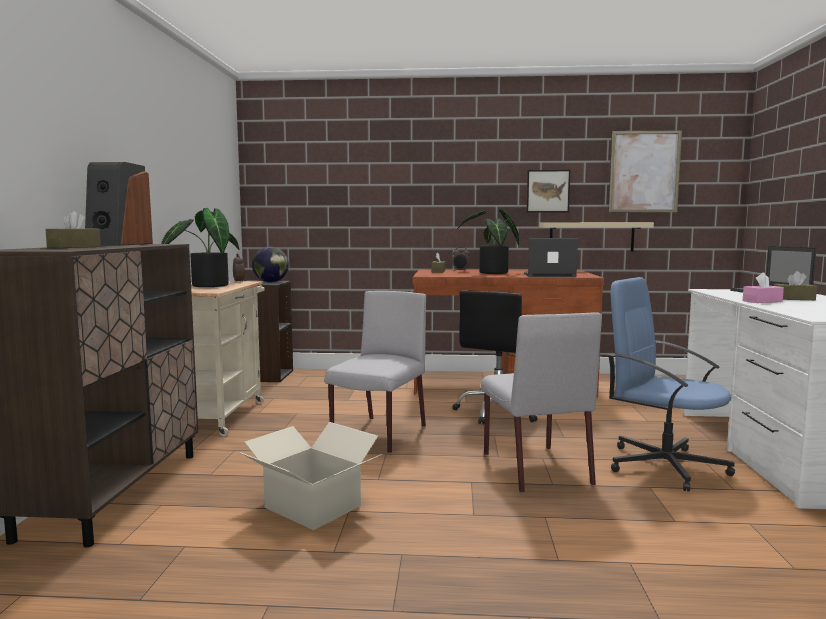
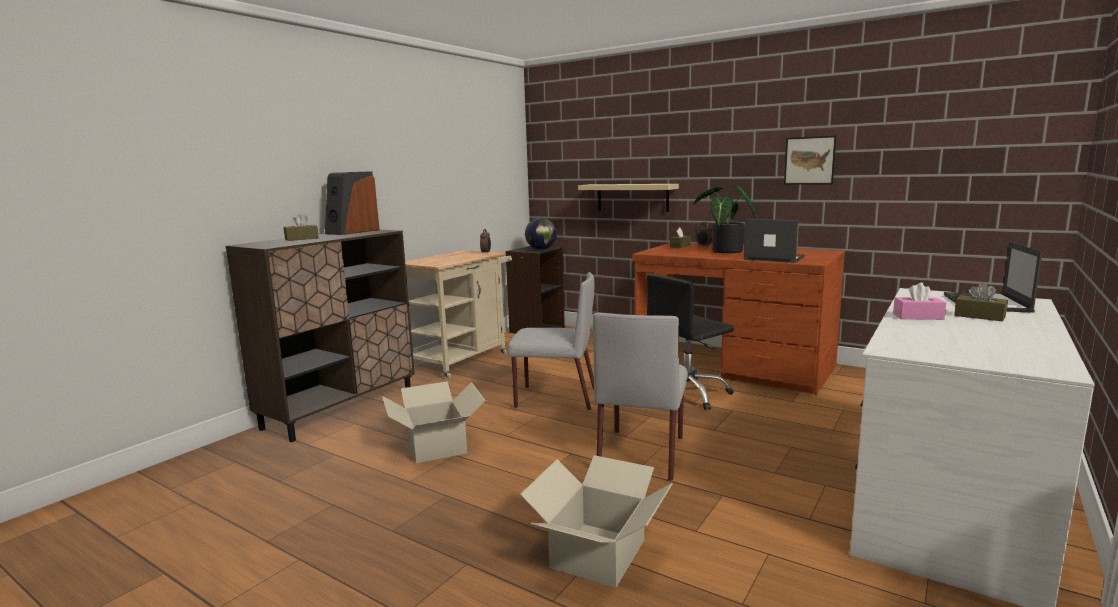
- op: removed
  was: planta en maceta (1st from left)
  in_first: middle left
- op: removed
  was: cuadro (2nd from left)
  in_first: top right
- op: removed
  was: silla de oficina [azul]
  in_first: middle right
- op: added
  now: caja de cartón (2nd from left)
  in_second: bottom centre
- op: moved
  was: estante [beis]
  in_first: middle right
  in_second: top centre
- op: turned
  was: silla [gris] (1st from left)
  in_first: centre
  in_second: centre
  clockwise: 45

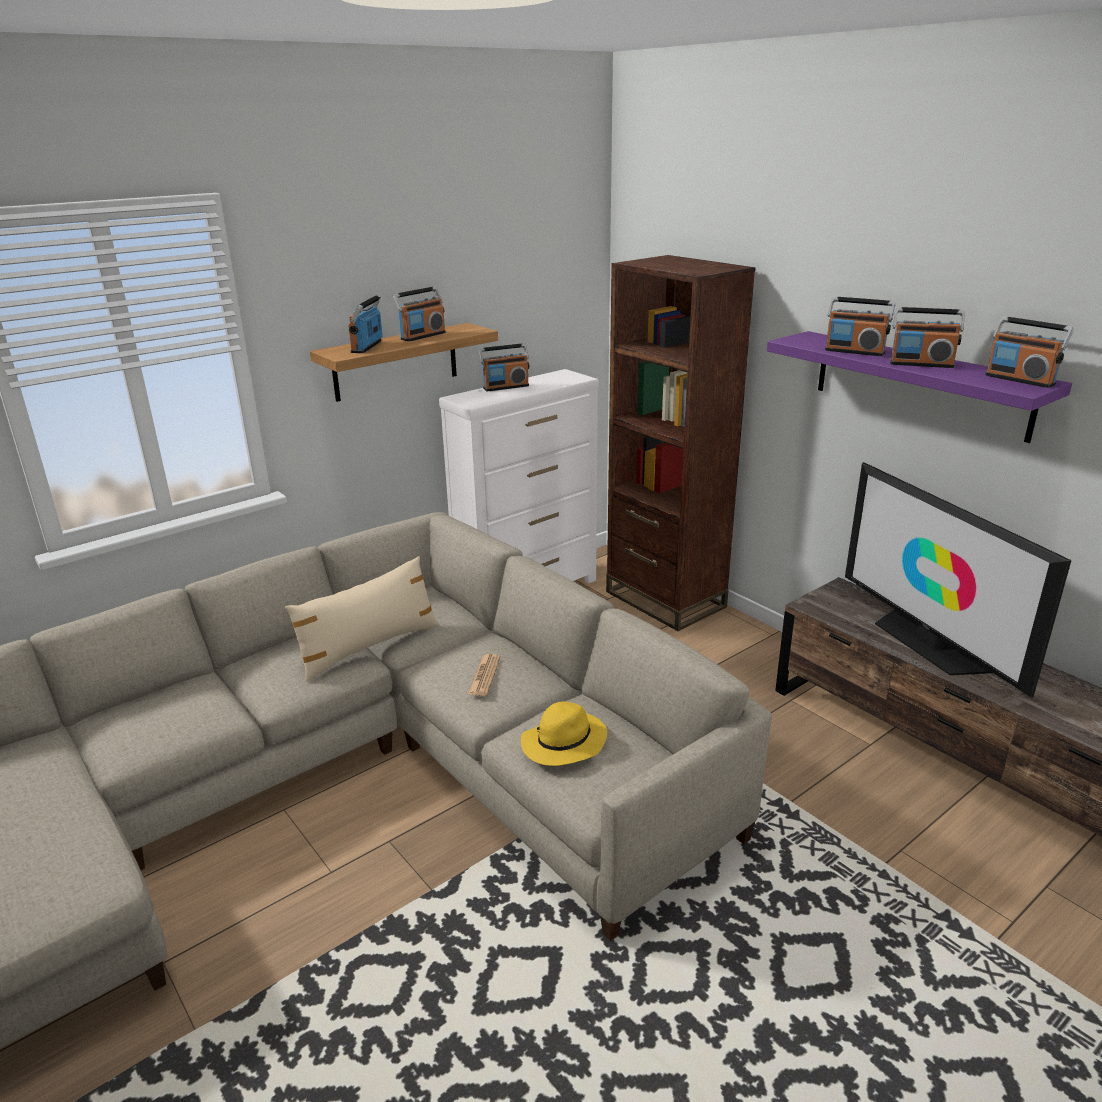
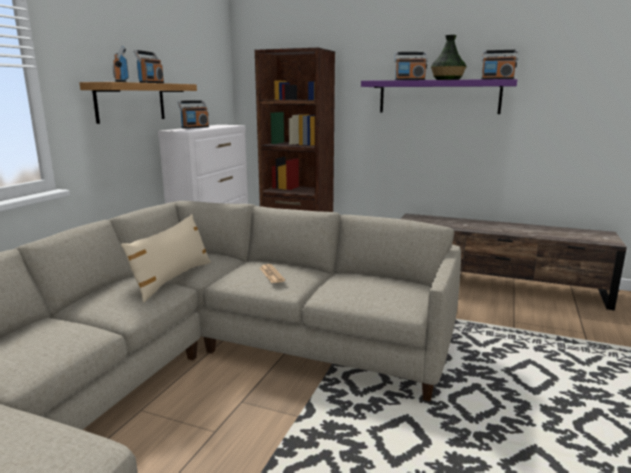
- op: removed
  was: sombrero [amarillo]
  in_first: centre
- op: removed
  was: televisor
  in_first: middle right
- op: replaced
  was: radio (5th from left)
  now: florero
  in_first: top right
  in_second: top right

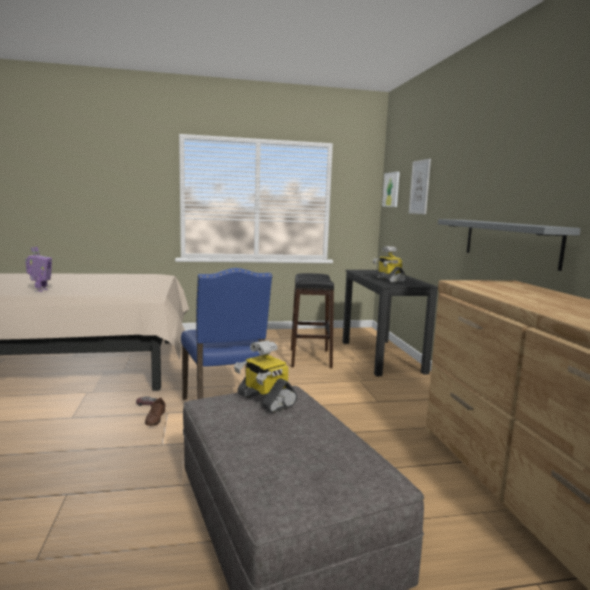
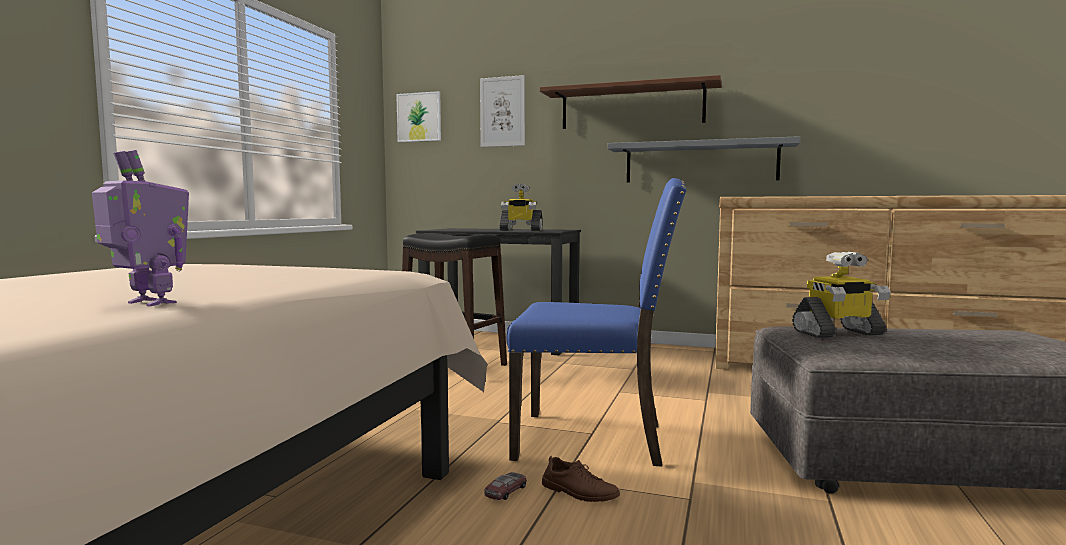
- op: added
  now: estante [marrón]
  in_second: top centre

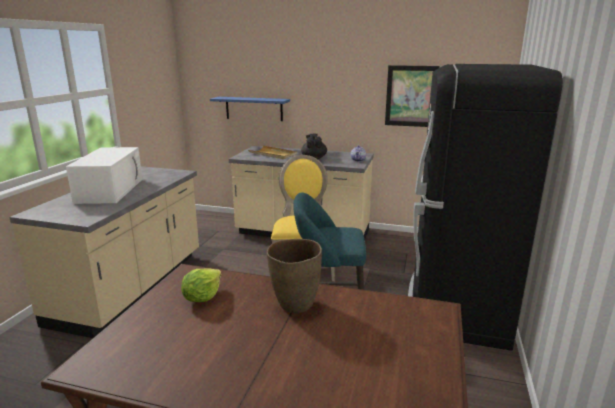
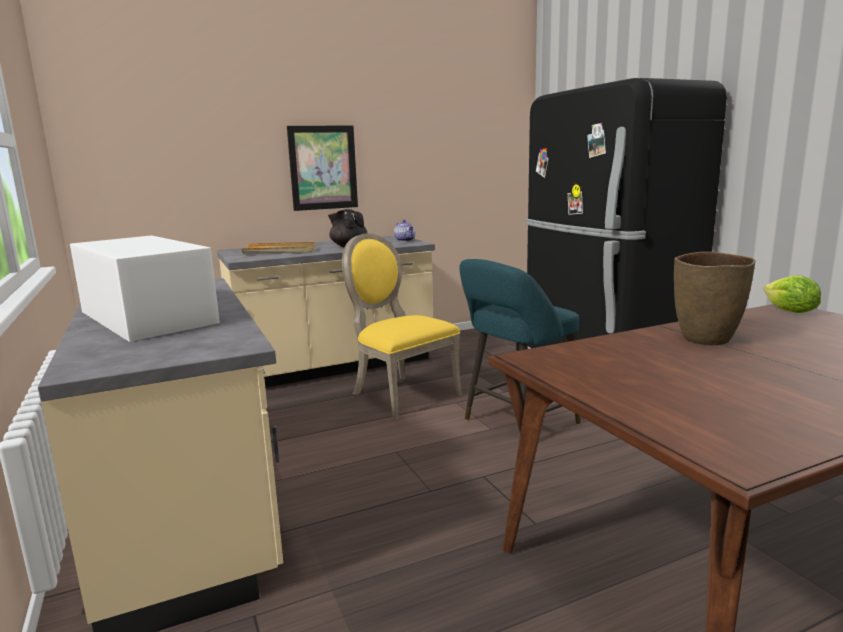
- op: removed
  was: estante [azul]
  in_first: top centre
- op: moved
  was: lechuga
  in_first: bottom left
  in_second: middle right
- op: moved
  was: cuadro
  in_first: top right
  in_second: top centre

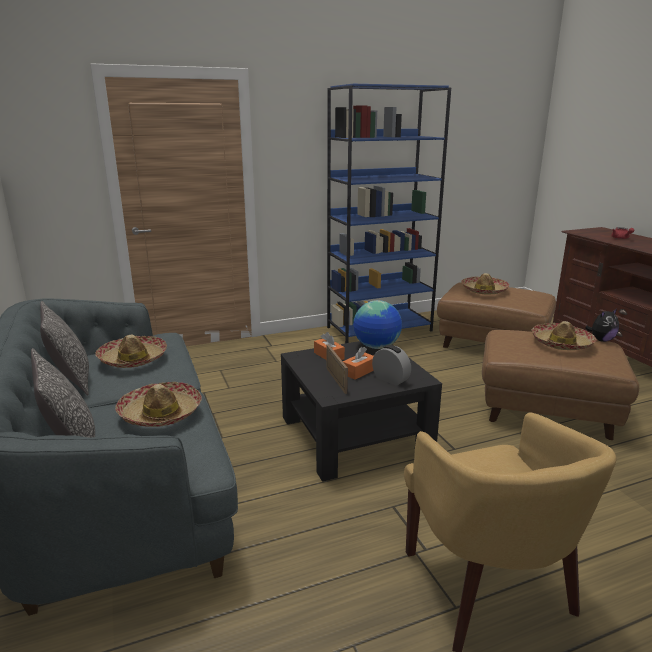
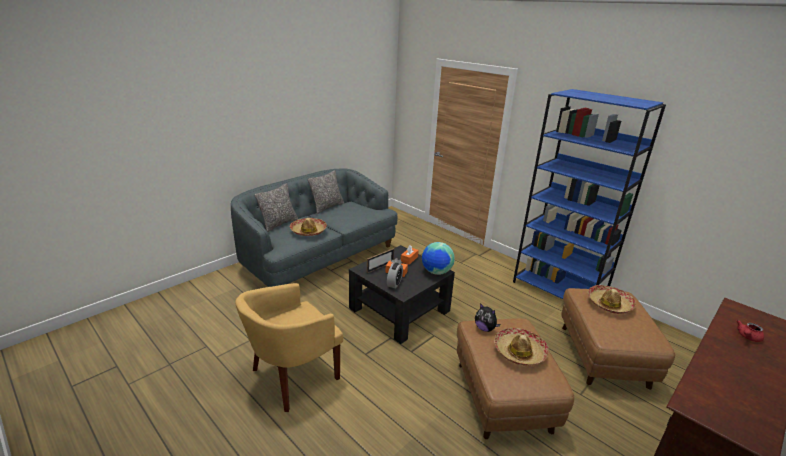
- op: removed
  was: sombrero (1st from left)
  in_first: middle left
- op: moved
  was: peluche
  in_first: middle right
  in_second: bottom centre

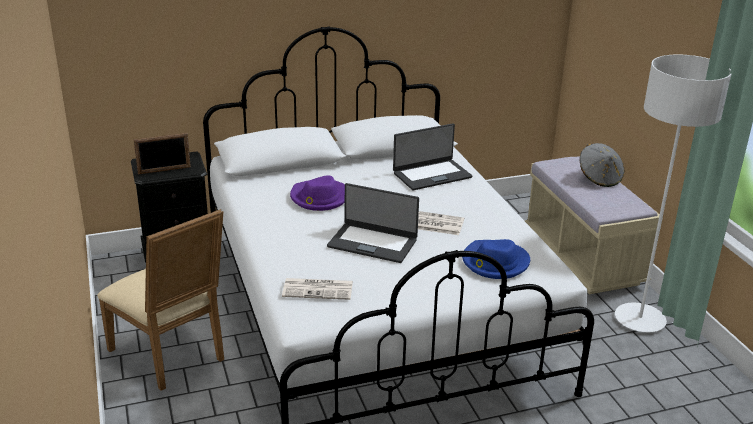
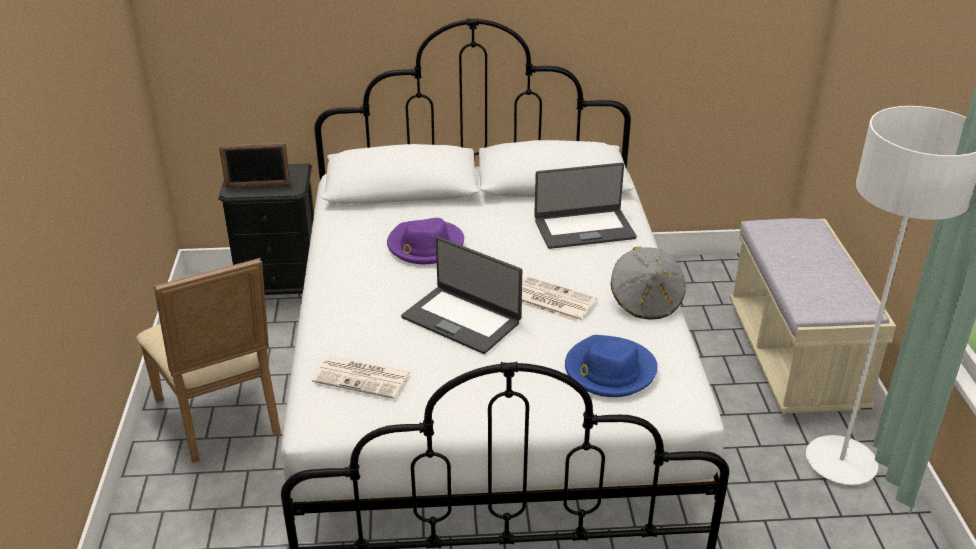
- op: moved
  was: sombrero [gris]
  in_first: middle right
  in_second: centre

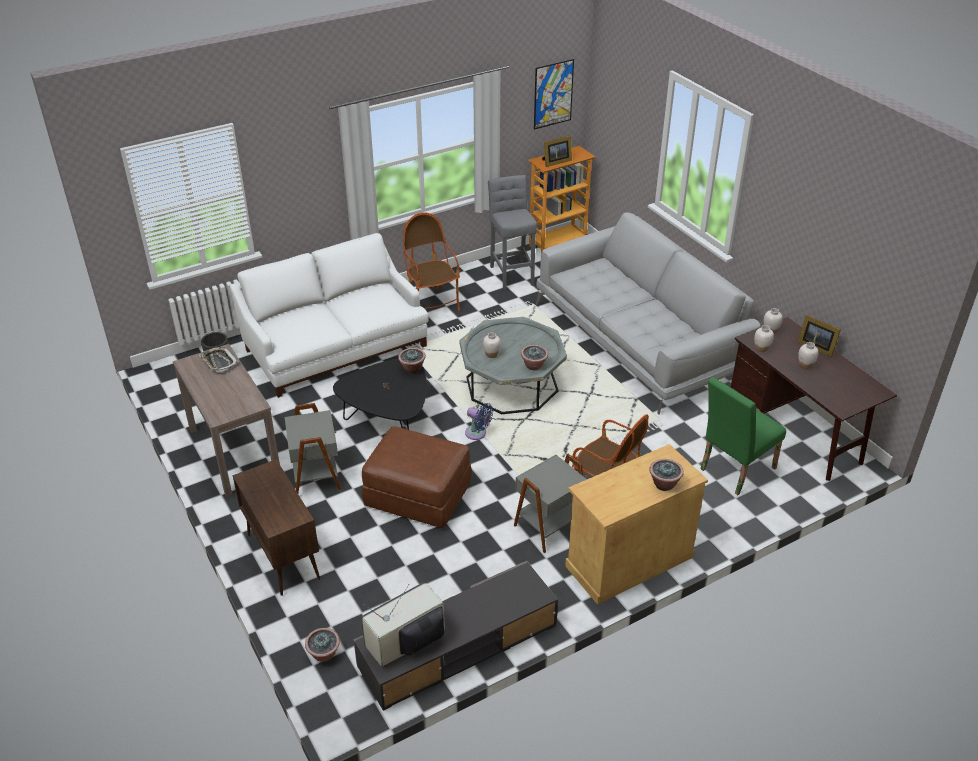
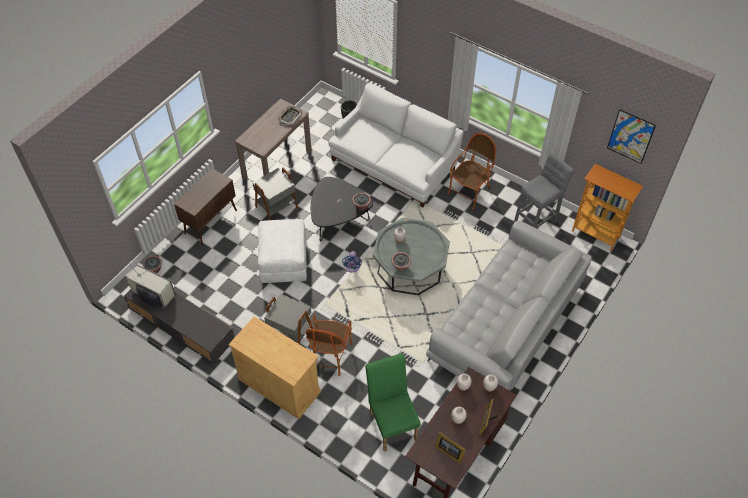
- op: removed
  was: planta en maceta (4th from left)
  in_first: middle right
- op: moved
  was: portarretratos (1st from left)
  in_first: top centre
  in_second: bottom centre
- op: recoloured
  was: puf [marrón]
  now: puf [blanco]
  in_first: centre
  in_second: centre
- op: turned
  was: silla [verde]
  in_first: middle right
  in_second: bottom centre
  clockwise: 45

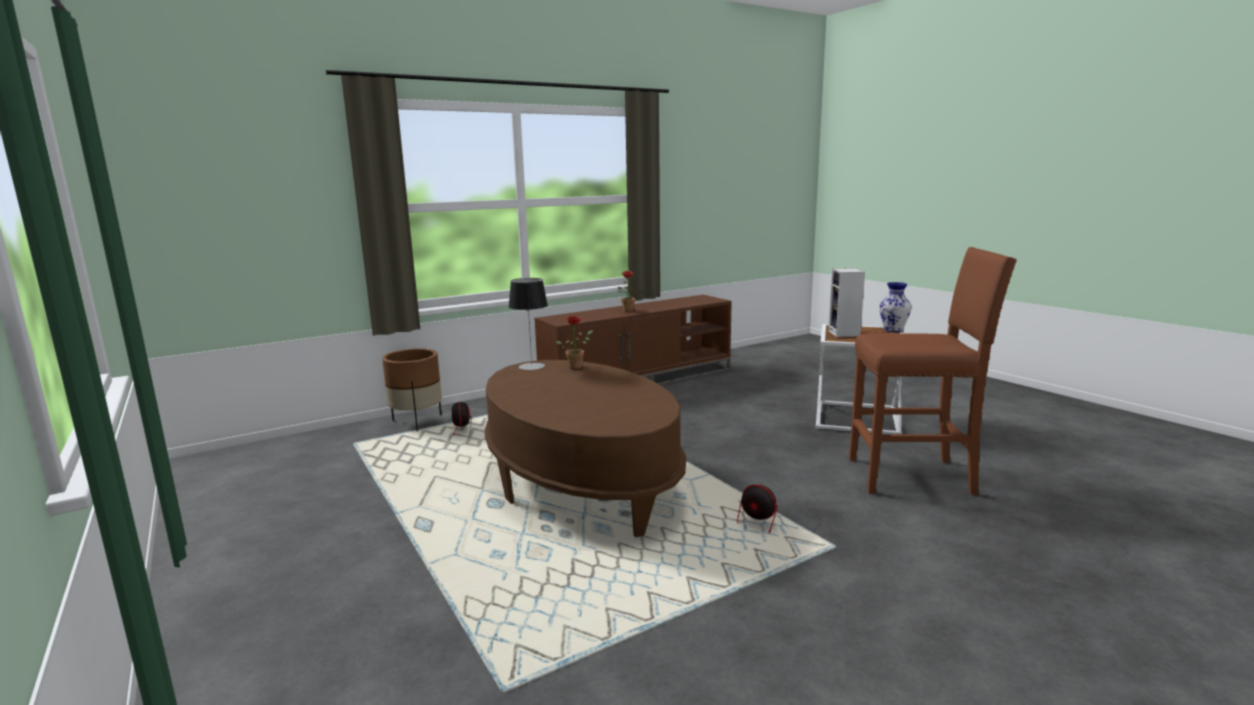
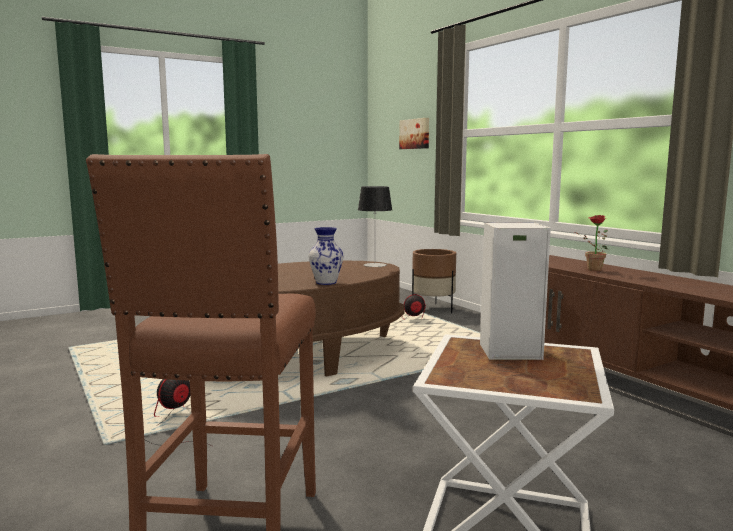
- op: removed
  was: planta en maceta (1st from left)
  in_first: centre
- op: added
  now: cuadro
  in_second: top centre
- op: moved
  was: florero
  in_first: middle right
  in_second: centre

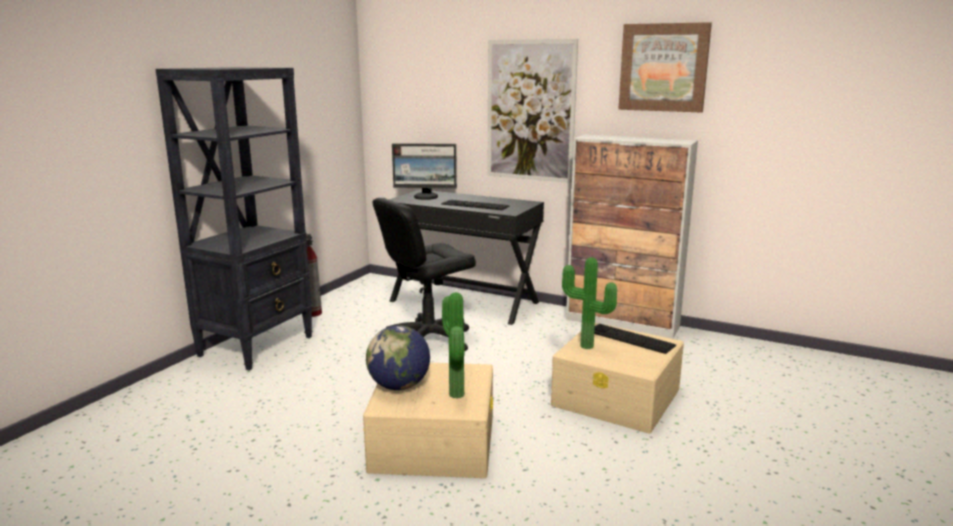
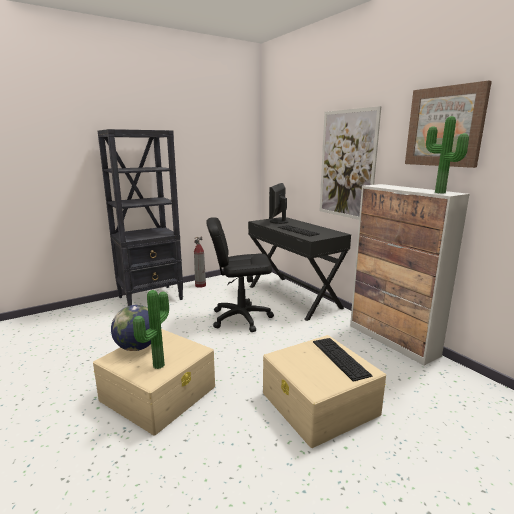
- op: moved
  was: planta en maceta (2nd from left)
  in_first: centre
  in_second: top right
- op: turned
  was: monitor
  in_first: top centre
  in_second: centre
  clockwise: 75

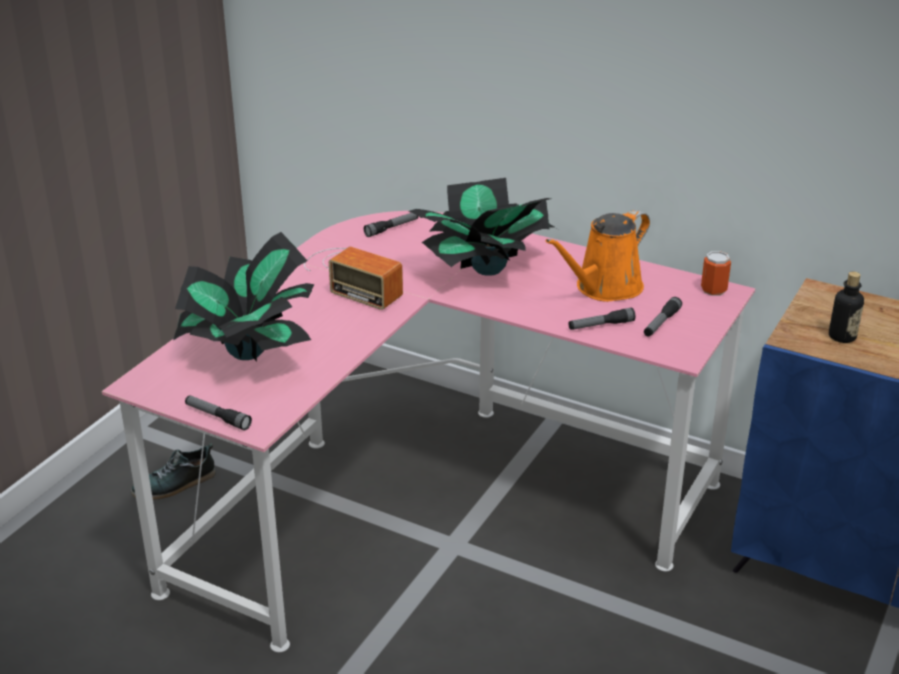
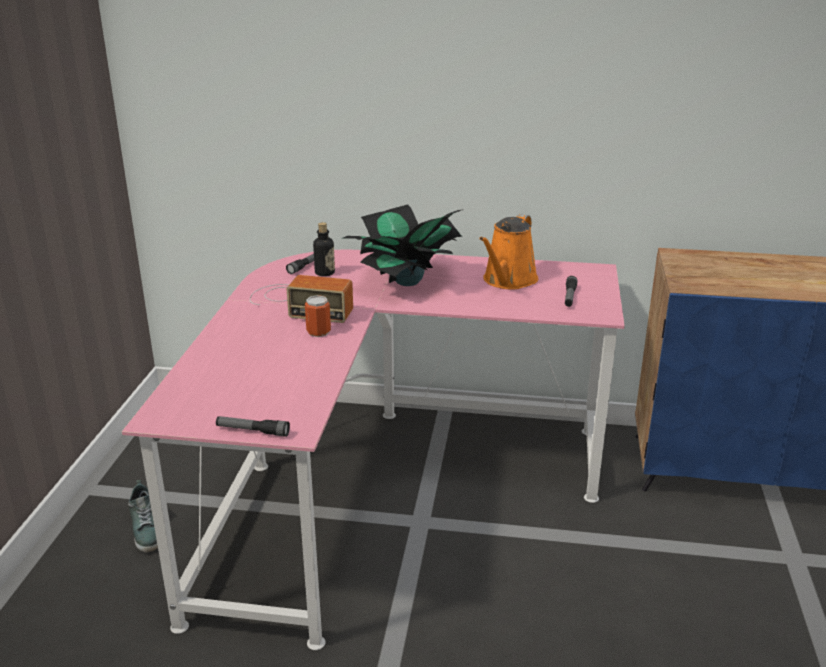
- op: removed
  was: planta en maceta (1st from left)
  in_first: middle left
- op: removed
  was: linterna (3rd from left)
  in_first: middle right
- op: moved
  was: lata
  in_first: middle right
  in_second: centre
- op: moved
  was: botella
  in_first: middle right
  in_second: centre
- op: turned
  was: zapato
  in_first: bottom left
  in_second: bottom left
  clockwise: -60

